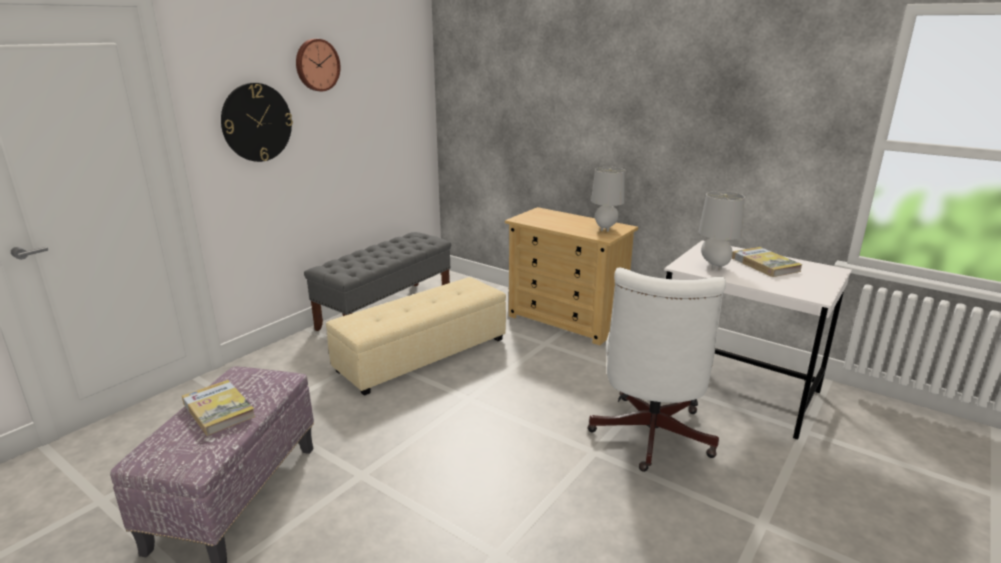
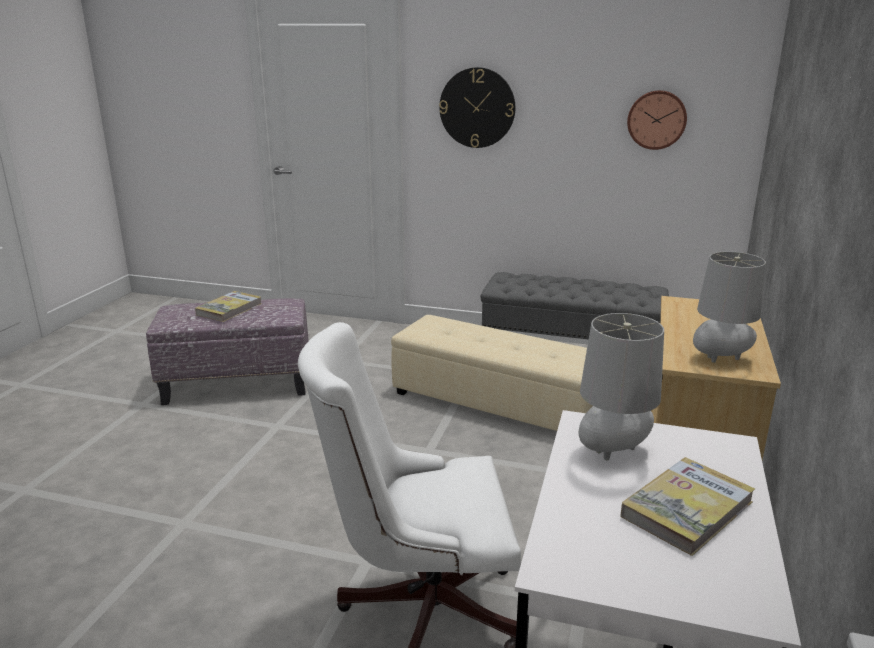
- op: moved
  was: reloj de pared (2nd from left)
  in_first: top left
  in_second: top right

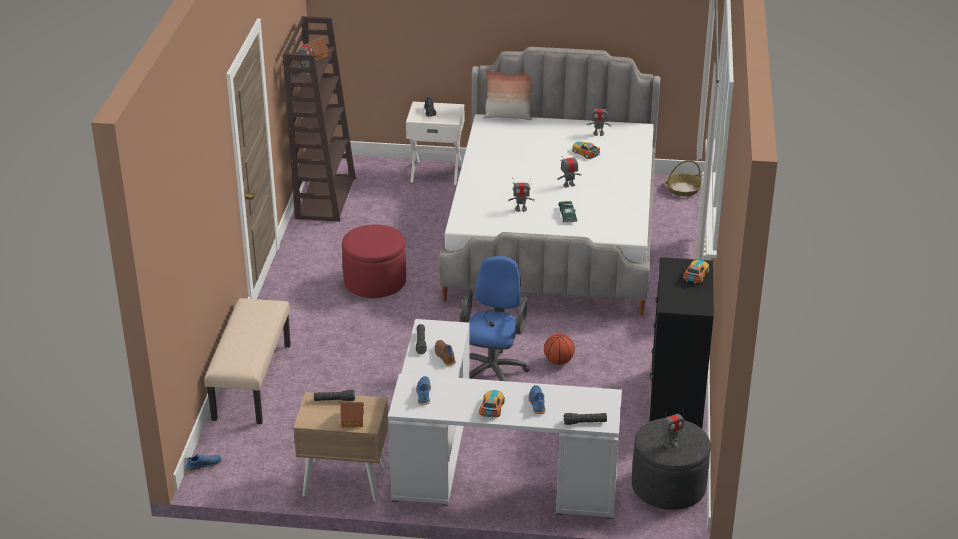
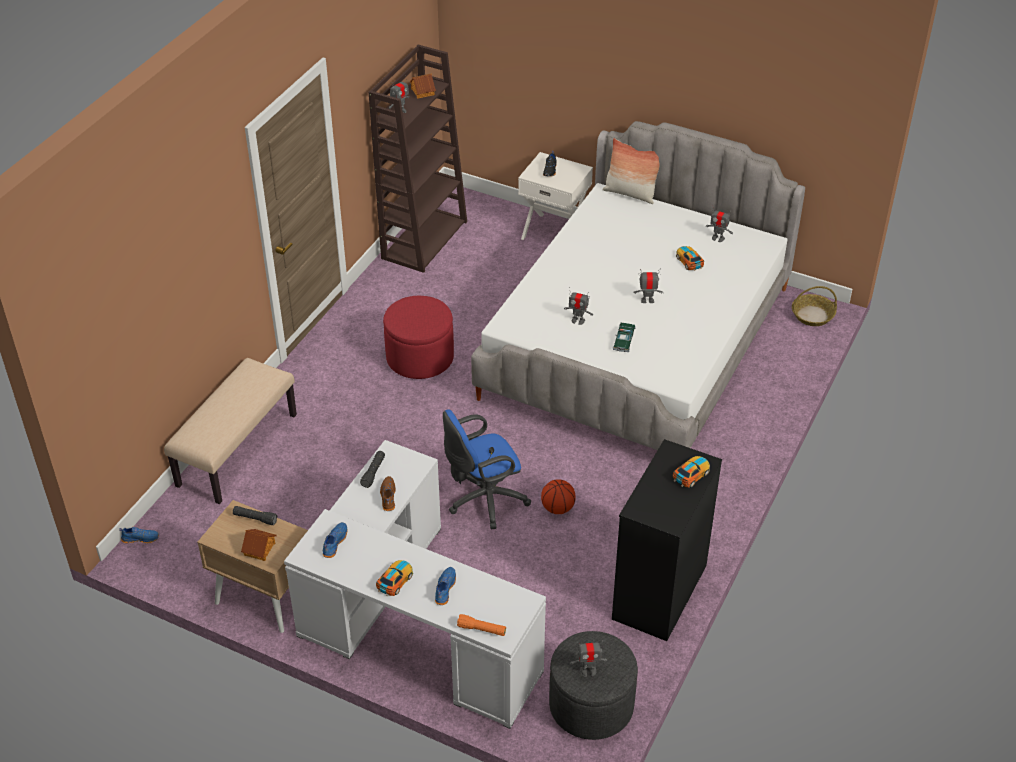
- op: recoloured
  was: linterna [negro] (3rd from left)
  now: linterna [naranja]
  in_first: bottom centre
  in_second: bottom centre
- op: turned
  was: silla de oficina [azul]
  in_first: centre
  in_second: centre
  clockwise: -150

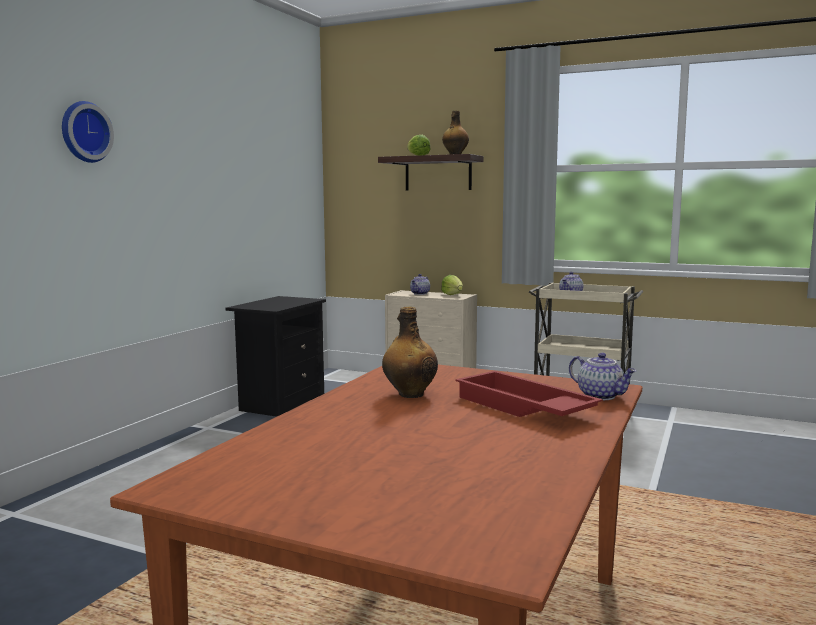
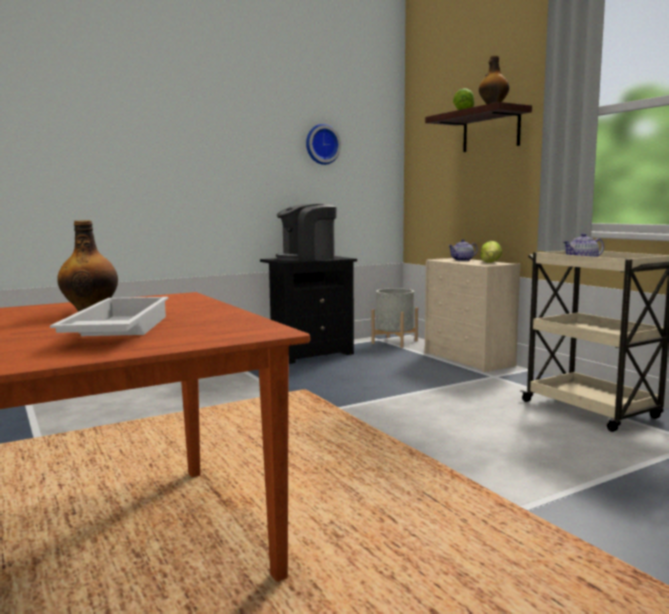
- op: removed
  was: tetera (3rd from left)
  in_first: middle right
- op: added
  now: cafetera
  in_second: centre
- op: added
  now: maceta [gris]
  in_second: centre
- op: moved
  was: reloj de pared
  in_first: top left
  in_second: top centre
- op: recoloured
  was: bandeja [rojo]
  now: bandeja [blanco]
  in_first: centre
  in_second: middle left

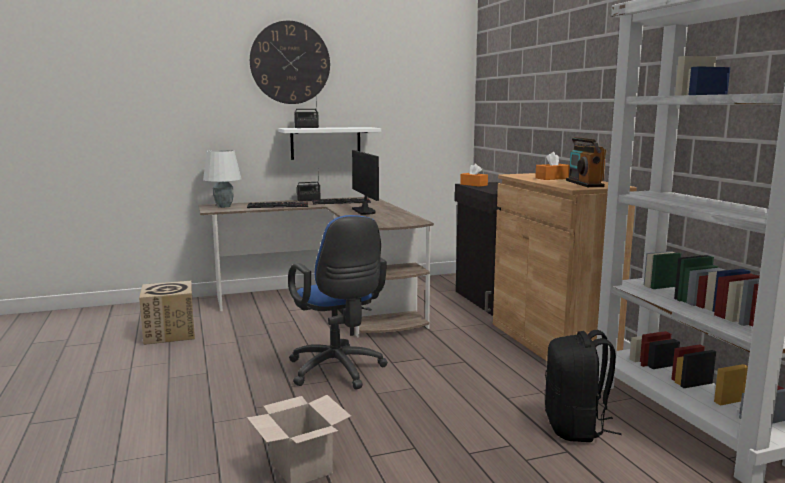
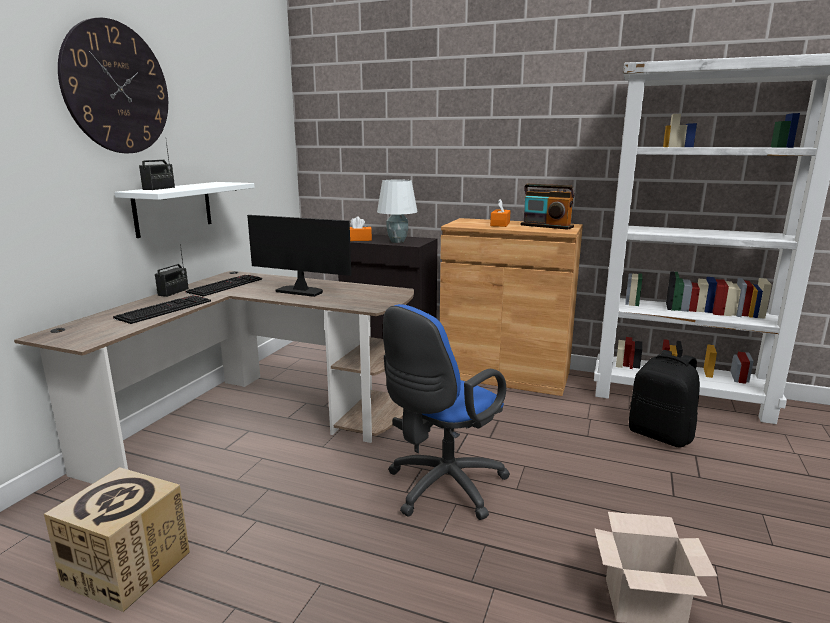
- op: moved
  was: lámpara de mesa [blanco]
  in_first: middle left
  in_second: centre
- op: turned
  was: silla de oficina [azul]
  in_first: centre
  in_second: centre
  clockwise: 120

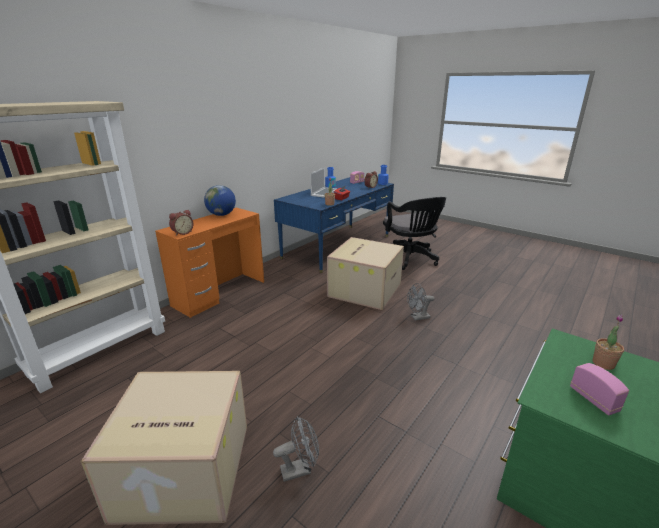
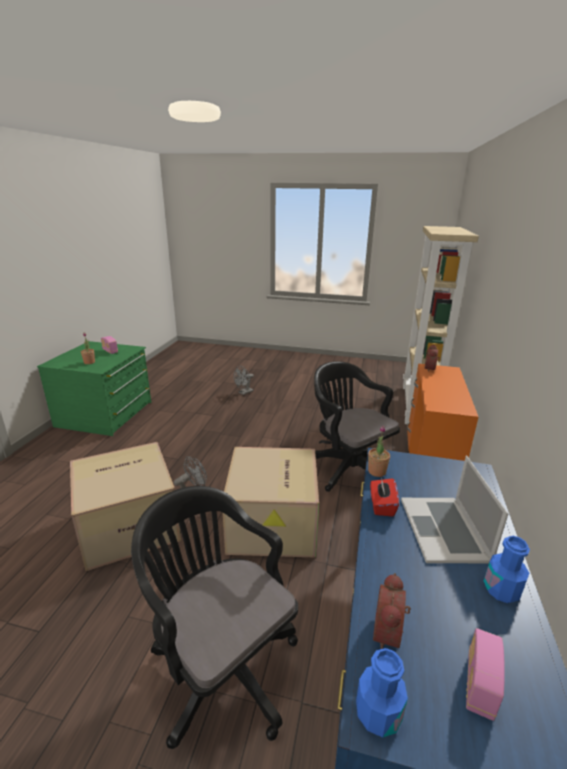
- op: removed
  was: globo terráqueo
  in_first: centre
- op: added
  now: silla de oficina [negro] (2nd from left)
  in_second: centre
- op: moved
  was: caja de cartón (1st from left)
  in_first: bottom left
  in_second: middle left

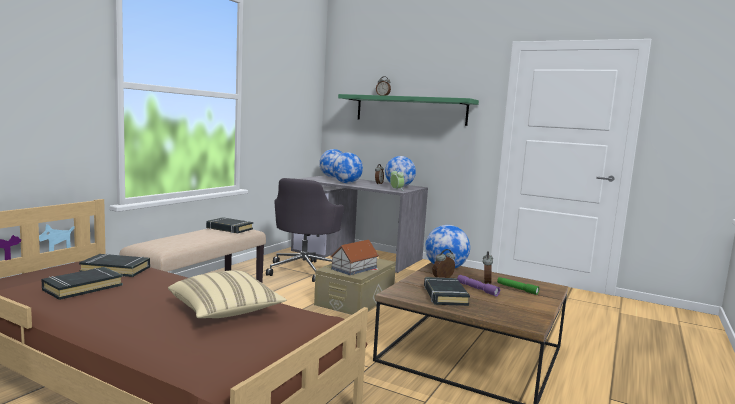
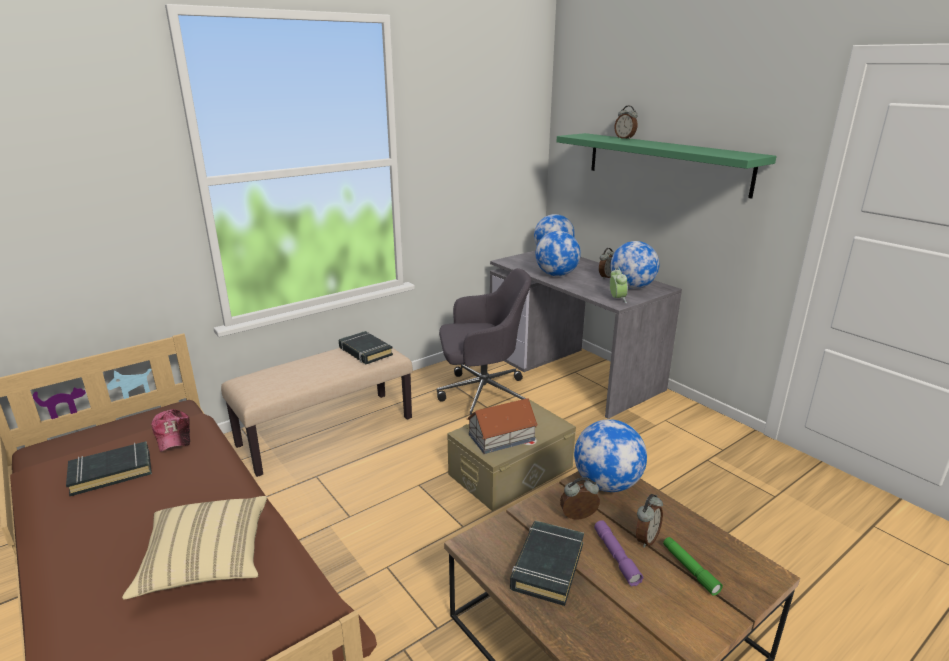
- op: replaced
  was: libro [negro] (2nd from left)
  now: gorra
  in_first: middle left
  in_second: middle left
- op: turned
  was: silla de oficina [gris]
  in_first: centre
  in_second: centre
  clockwise: -135

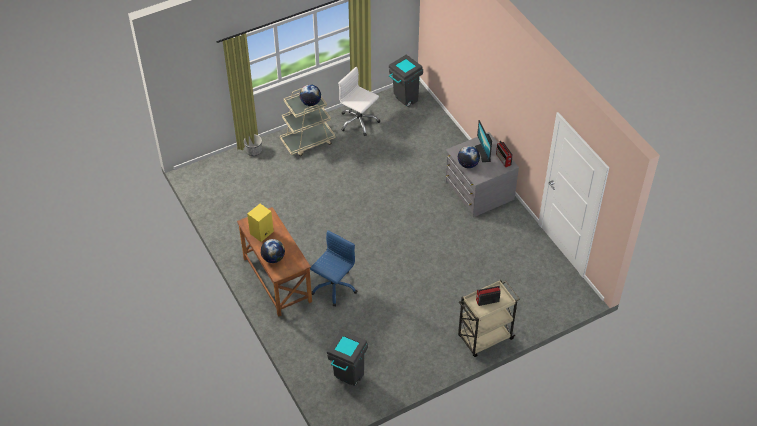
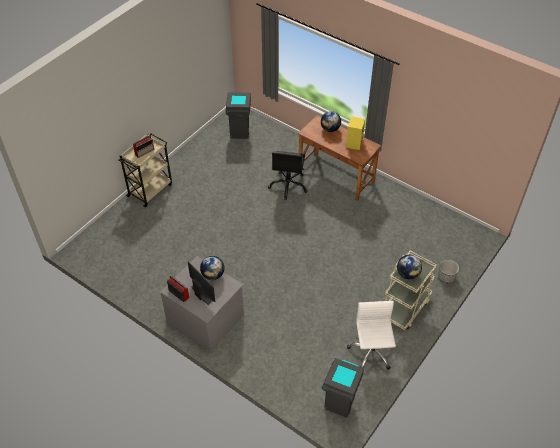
- op: recoloured
  was: silla de oficina [azul]
  now: silla de oficina [negro]
  in_first: centre
  in_second: centre
- op: turned
  was: silla de oficina [blanco]
  in_first: top centre
  in_second: bottom centre
  clockwise: -105

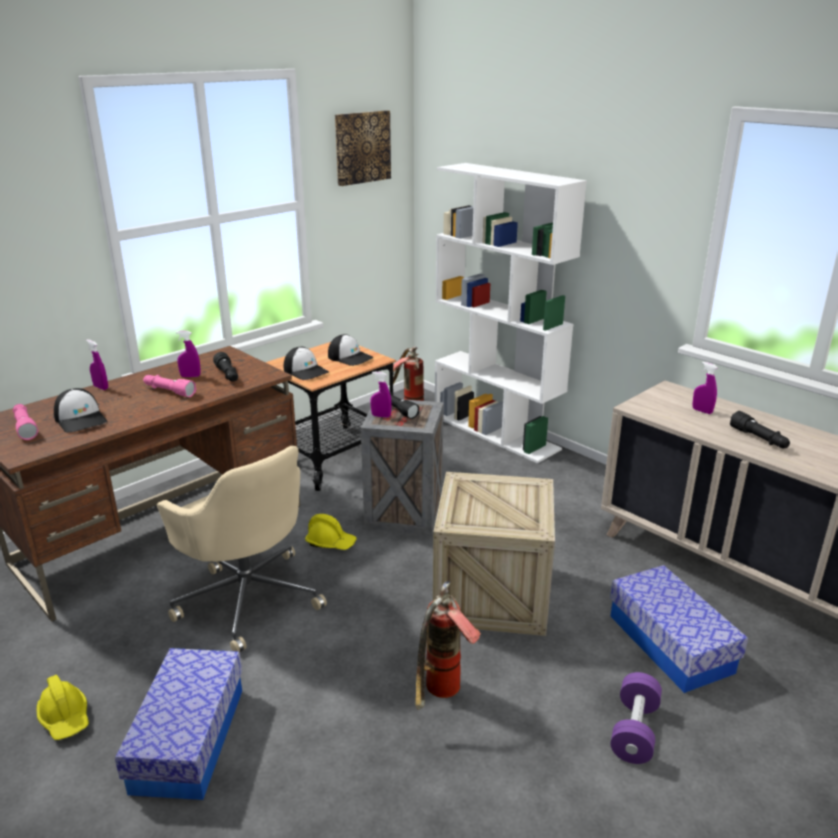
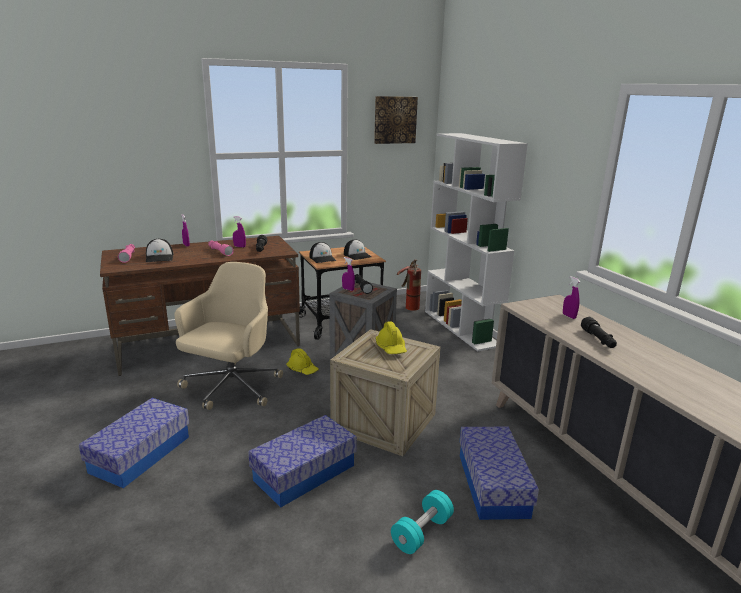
- op: moved
  was: casco [amarillo] (1st from left in the first image)
  now: casco [amarillo] (2nd from left)
  in_first: bottom left
  in_second: centre
- op: replaced
  was: extintor (2nd from left)
  now: caja de almacenaje (2nd from left)
  in_first: bottom centre
  in_second: bottom centre
- op: recoloured
  was: mancuerna [morado]
  now: mancuerna [turquesa]
  in_first: bottom right
  in_second: bottom centre
- op: turned
  was: silla de oficina [beis]
  in_first: middle left
  in_second: middle left
  clockwise: -135

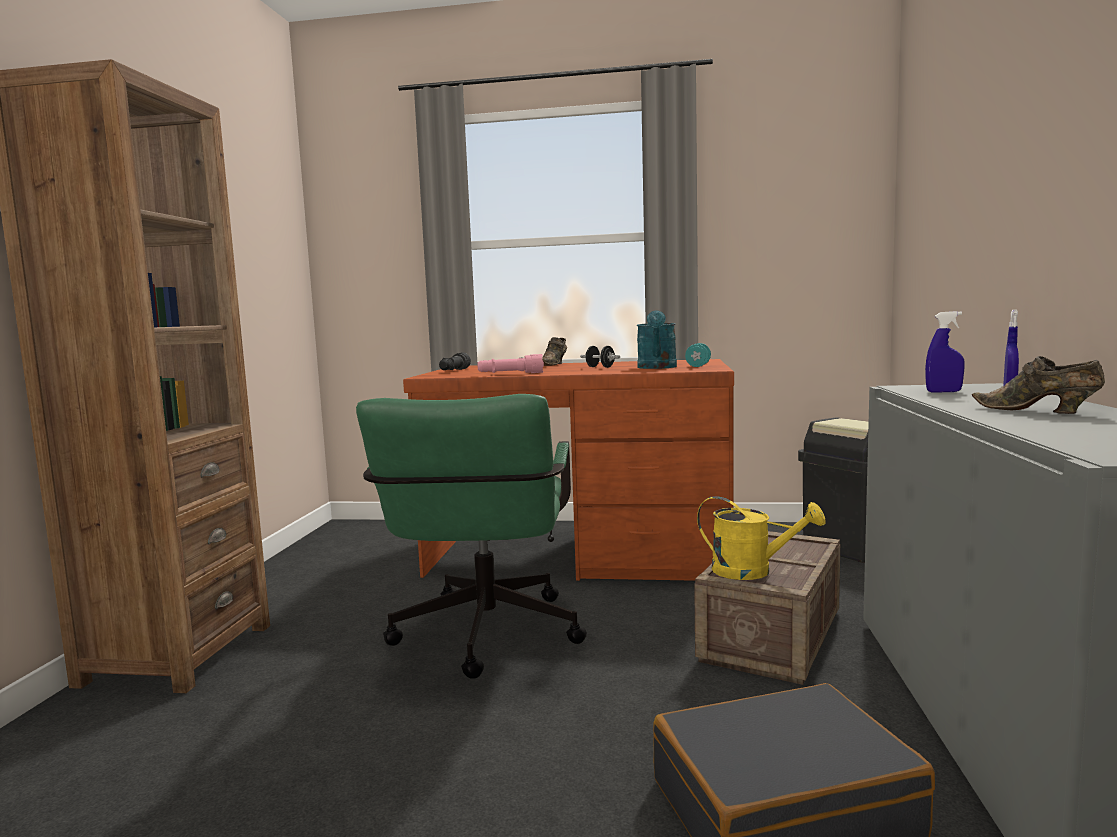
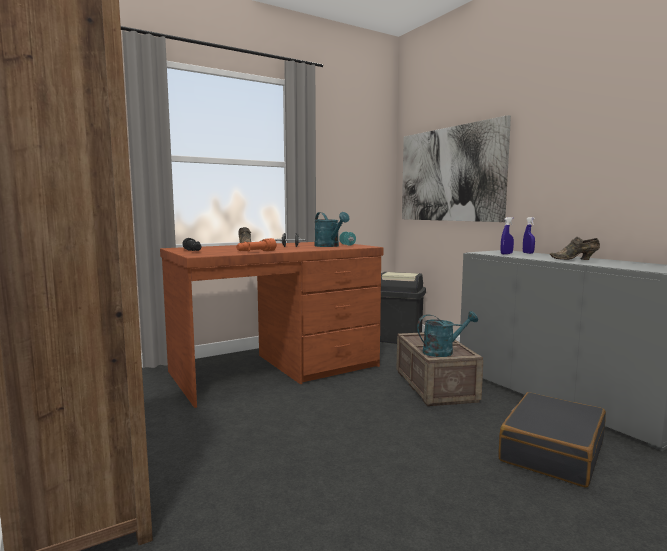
- op: removed
  was: silla de oficina [verde]
  in_first: centre
- op: added
  now: cuadro
  in_second: top right
- op: recoloured
  was: linterna [rosa]
  now: linterna [naranja]
  in_first: centre
  in_second: centre
- op: recoloured
  was: regadera [amarillo]
  now: regadera [turquesa] (2nd from left)
  in_first: middle right
  in_second: middle right

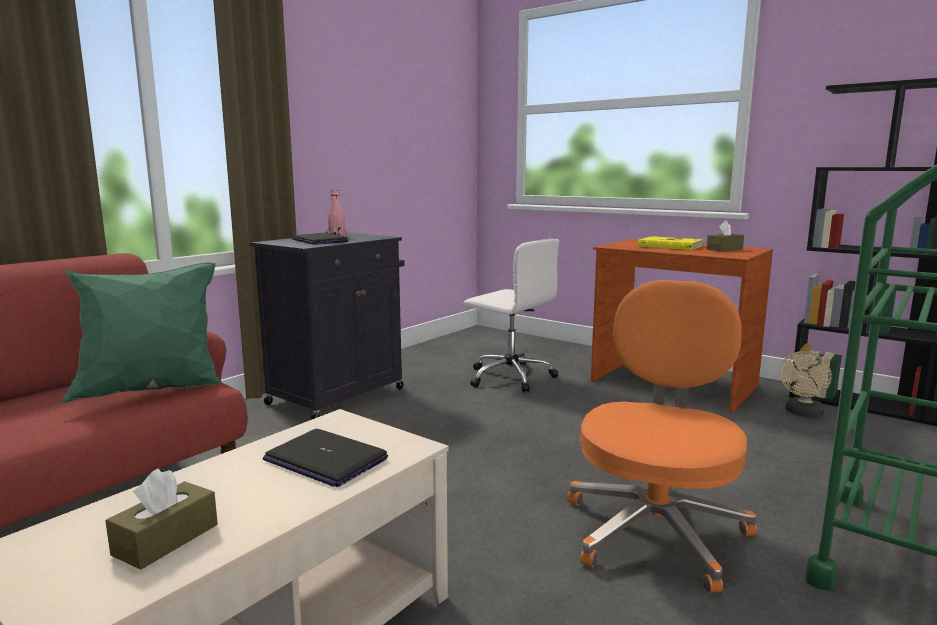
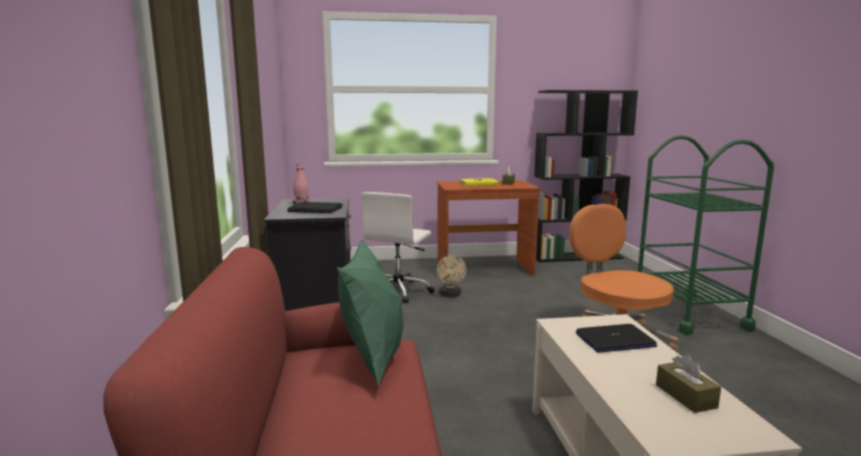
- op: moved
  was: ventilador [beis]
  in_first: middle right
  in_second: centre
- op: turned
  was: silla de oficina [blanco]
  in_first: centre
  in_second: centre
  clockwise: 120

